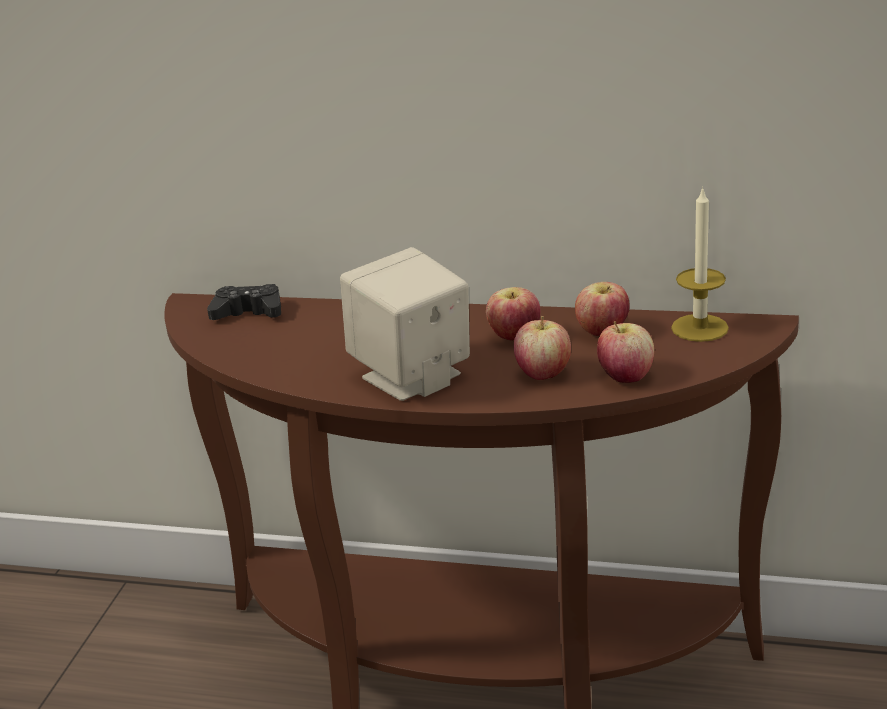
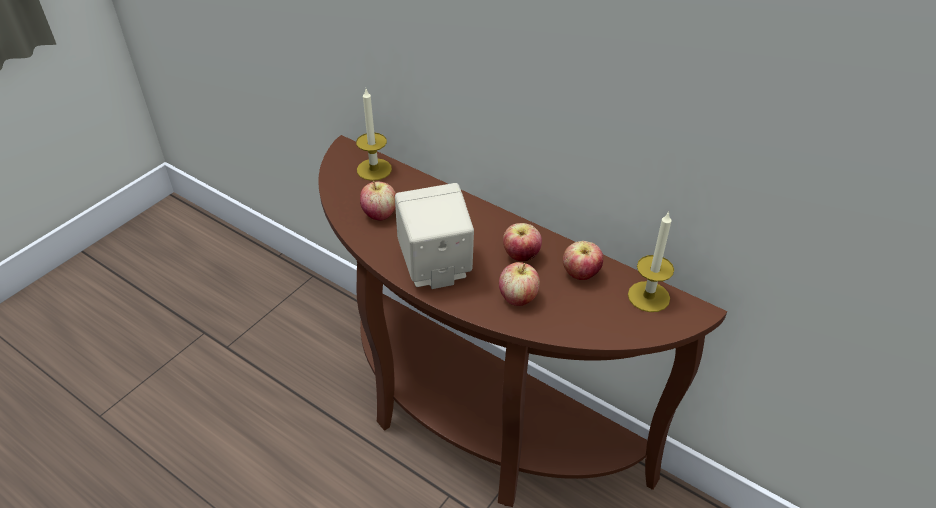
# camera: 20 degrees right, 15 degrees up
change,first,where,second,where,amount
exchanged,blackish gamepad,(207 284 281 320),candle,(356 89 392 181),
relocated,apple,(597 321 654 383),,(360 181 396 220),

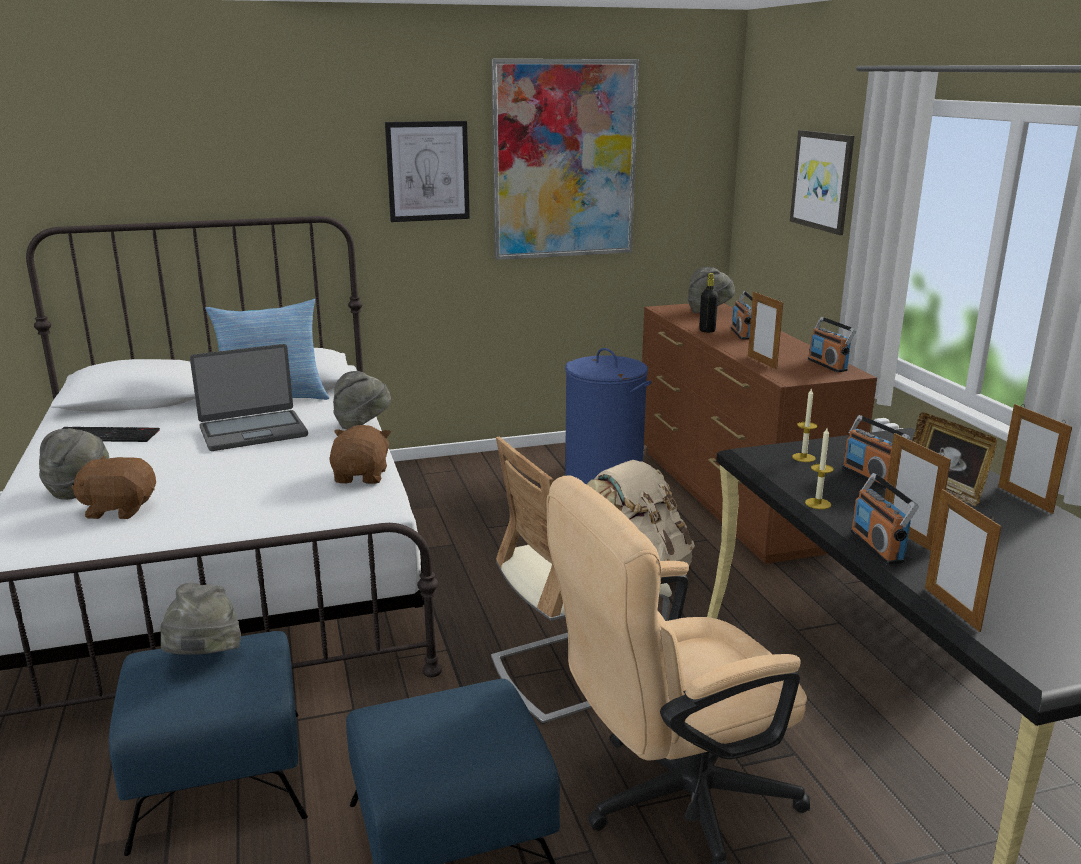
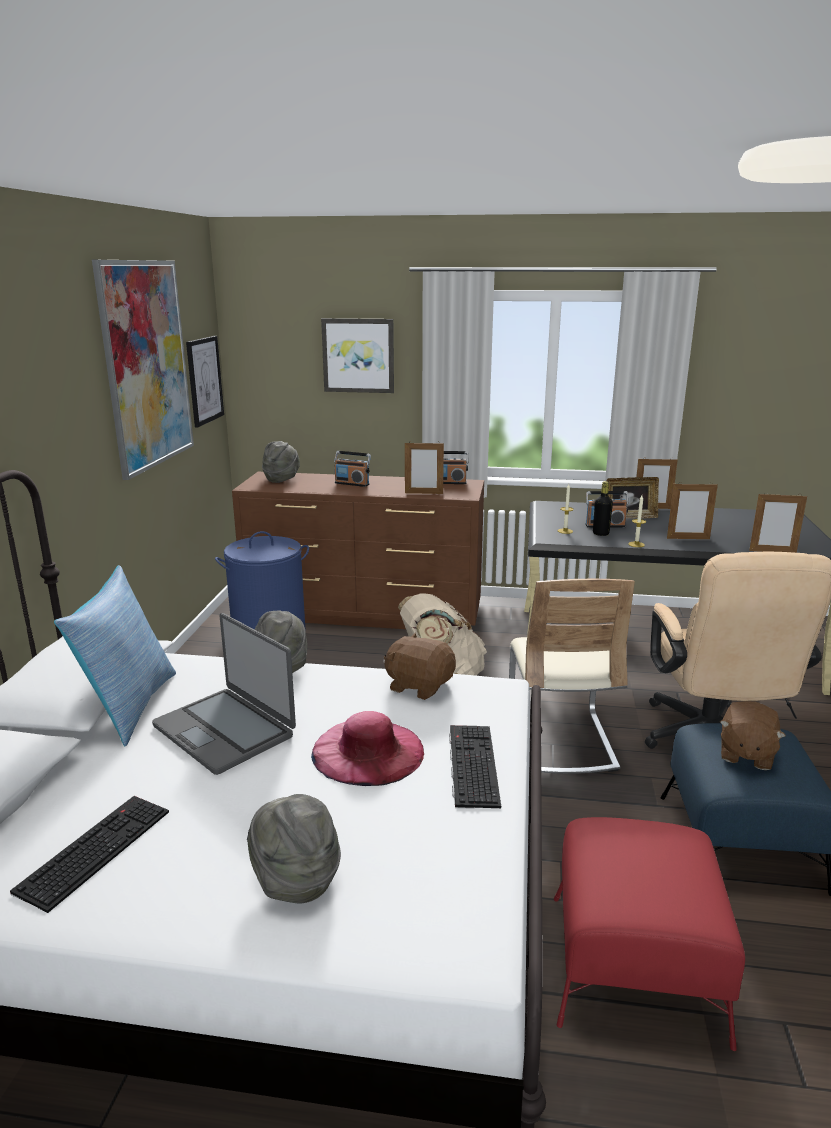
# camera: 65 degrees left, 0 degrees up
change,first,where,second,where,amount
relocated,brownish plush toy,(72 456 156 519),,(720 701 786 770),
colour,blue-coloured pouffe,(109 631 308 856),red-coloured pouffe,(554 817 745 1051),
missing,grey wearable hat,(161 583 241 655),,,
spun,laptop,(190 344 308 451),,(152 613 296 775),135 degrees clockwise
relocated,wall picture,(385 121 470 222),,(186 336 224 428),
relocated,blackish bottle,(699 273 718 333),,(593 481 613 536),
missing,radio set,(851 473 919 565),,,
appeared,,,pink-coloured wearable hat,(311 711 424 786),
appeared,,,keyboard,(449 725 501 808),

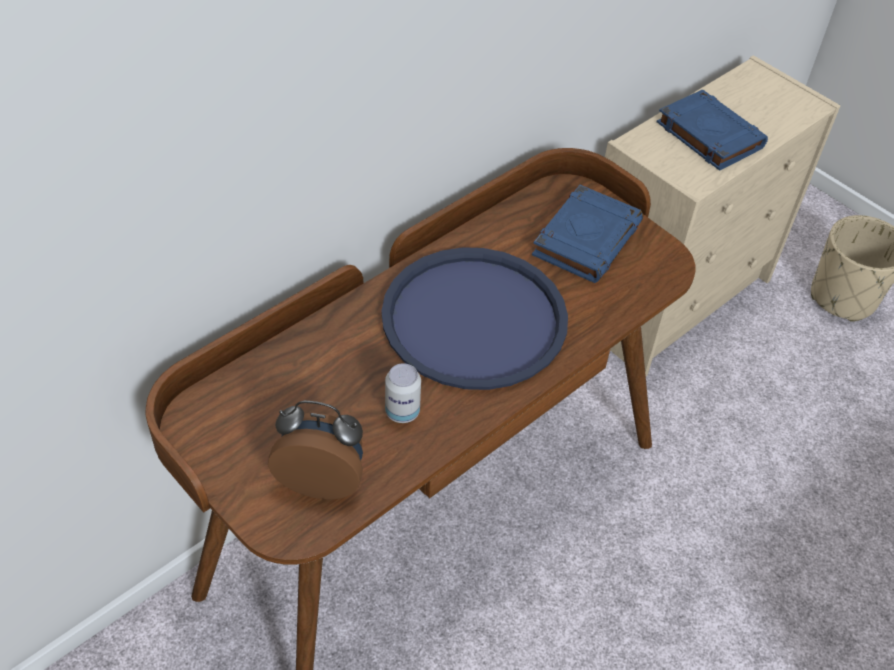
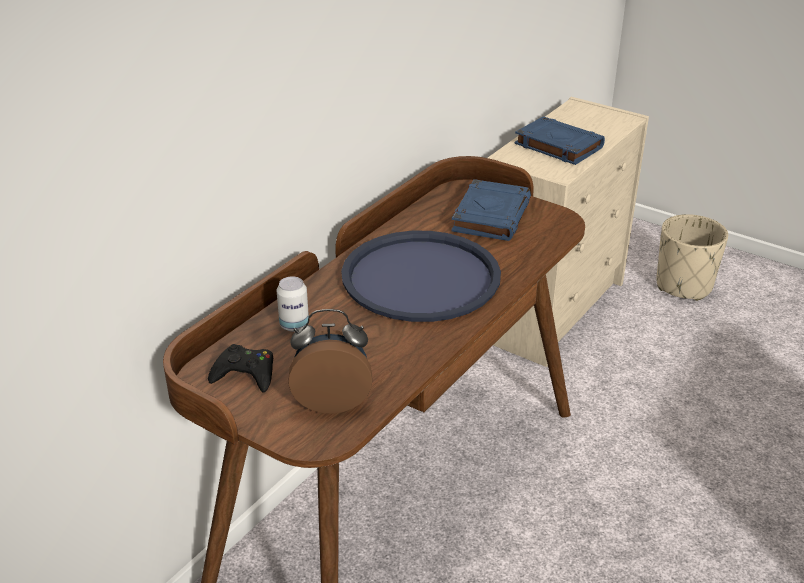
# camera: 10 degrees left, 15 degrees down
change,first,where,second,where,amount
relocated,can,(385 363 421 423),,(277 276 309 332),
appeared,,,blackish gamepad,(208 344 273 393),

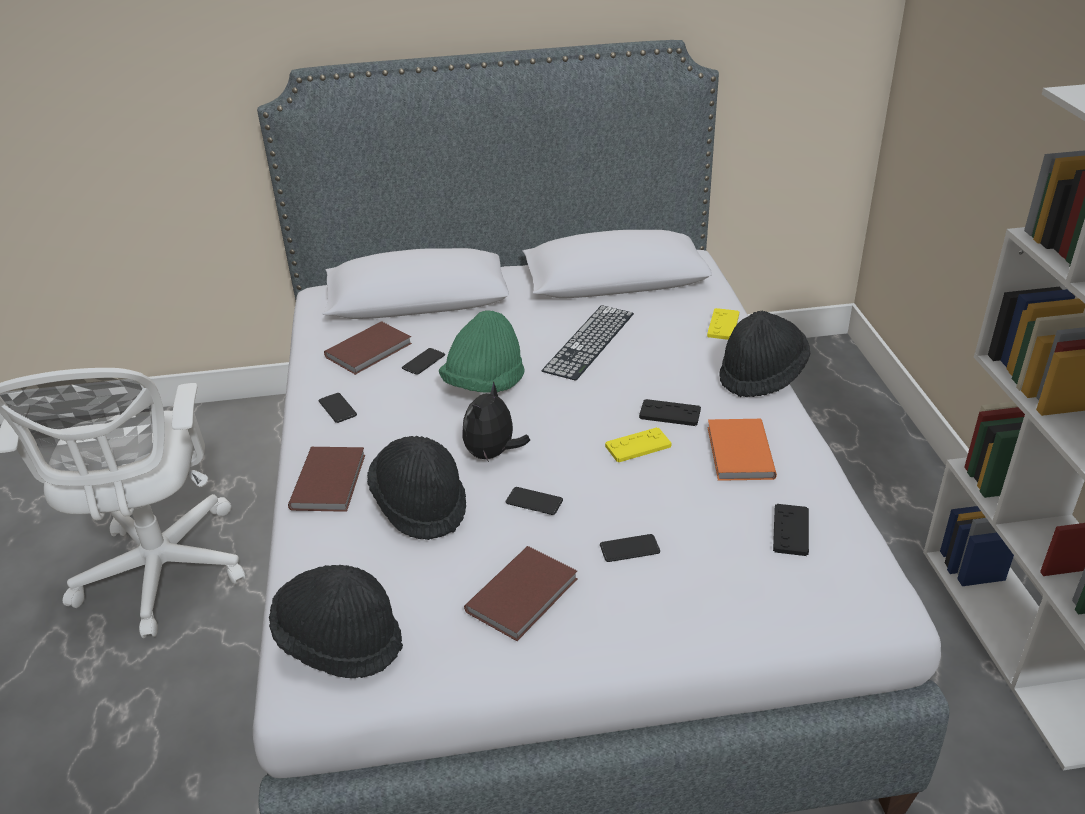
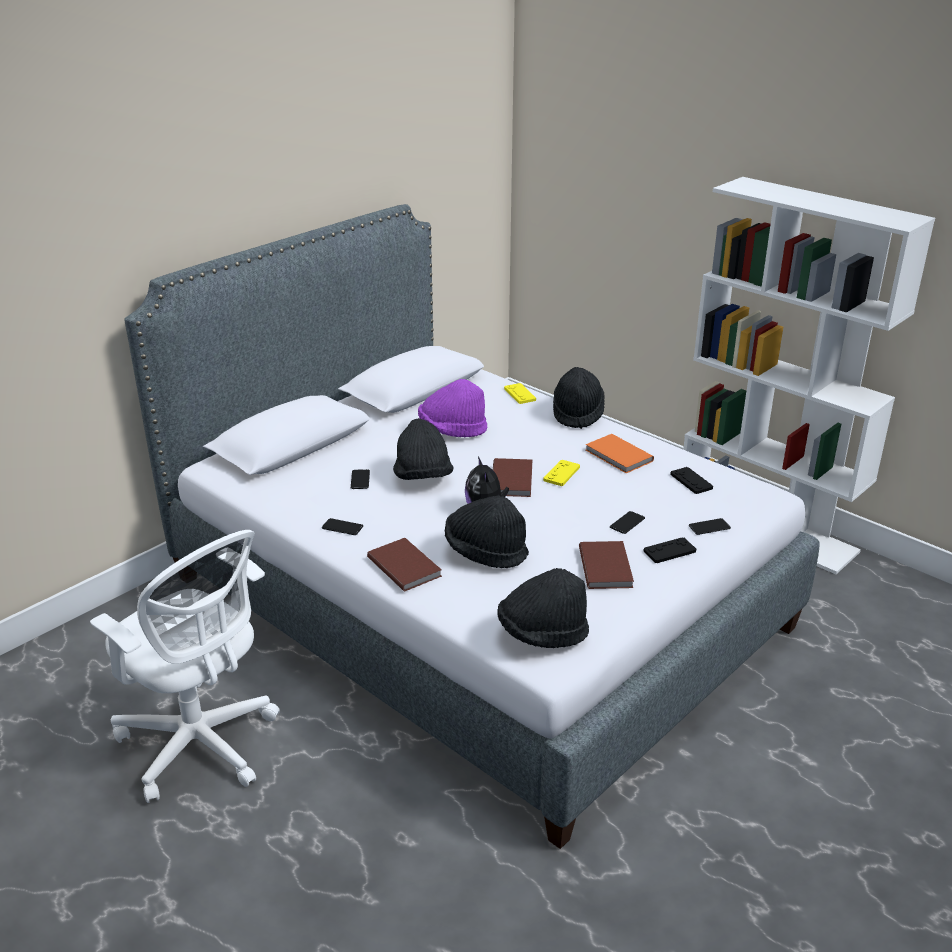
# camera: 40 degrees left, 5 degrees down
change,first,where,second,where,amount
relocated,brownish book,(324 321 412 375),,(493 458 532 497),
colour,green-coloured wearable hat,(439 310 525 393),blackish wearable hat,(393 418 454 480),
relocated,phone,(505 487 563 515),,(689 518 731 535),
exchanged,keyboard,(542 305 634 381),purple-coloured wearable hat,(418 379 487 437),
relocated,blackish gamepad,(639 399 701 426),,(643 537 696 563),

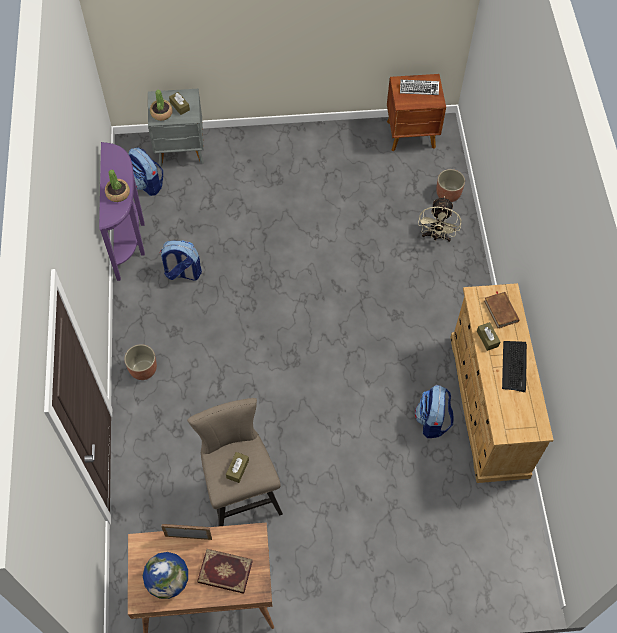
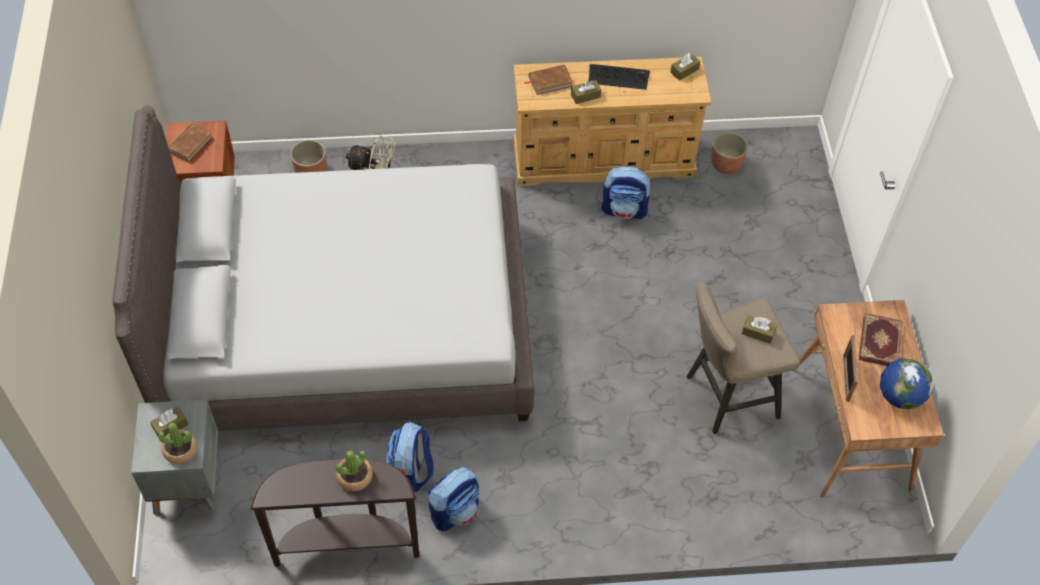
# camera: 90 degrees left, 5 degrees down
change,first,where,second,where,amount
colour,purple-coloured hall table,(99 142 145 281),brownish hall table,(250 459 419 567),
relocated,plant pot,(124 344 157 380),,(712 132 748 174),
relocated,rucksack,(128 147 163 196),,(428 467 479 531),
exchanged,keyboard,(400 80 439 95),brownish book,(168 123 213 163),
appeared,,,grey sleeping bed,(112 105 534 431),
appeared,,,brownish box of tissues,(670 53 700 81),

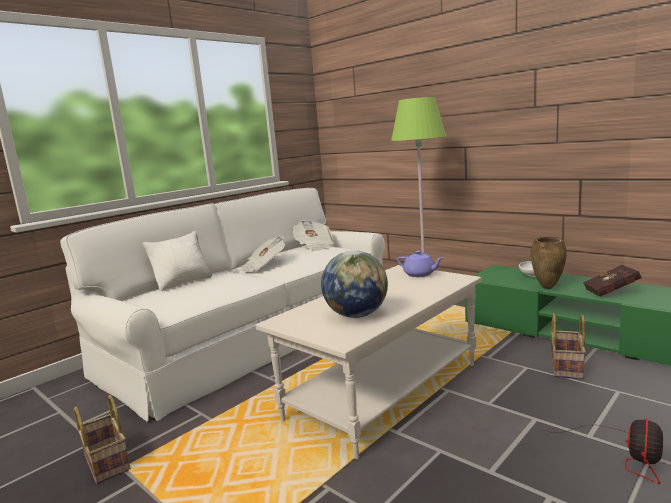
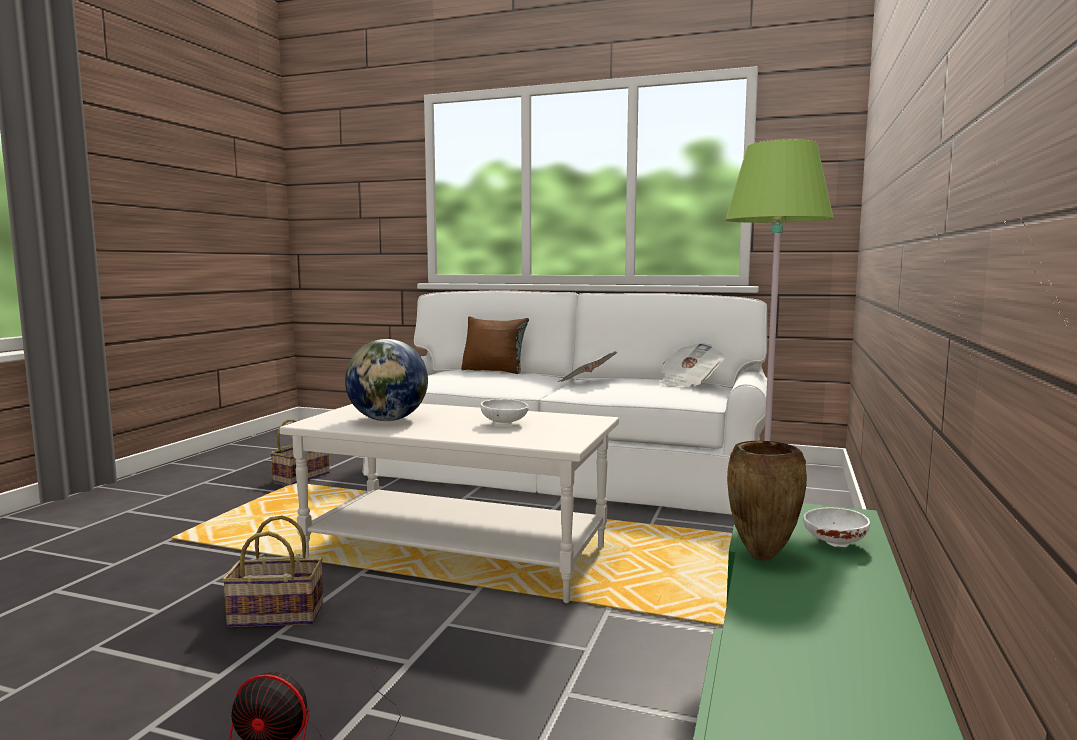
# camera: 65 degrees right, 5 degrees down
change,first,where,second,where,amount
colour,white cushion,(143 231 212 291),brownish cushion,(461 317 529 374),
missing,purple-coloured pot for tea,(397 251 444 277),,,
relocated,storage basket,(551 313 586 379),,(222 516 323 627),
missing,red-coloured book,(583 265 642 297),,,
appeared,,,white bowl,(480 399 529 425),

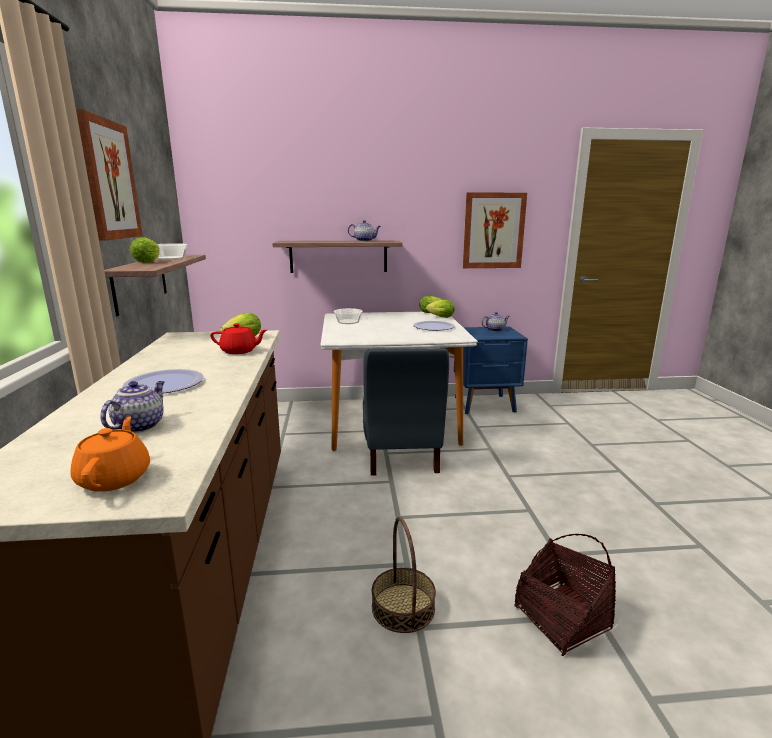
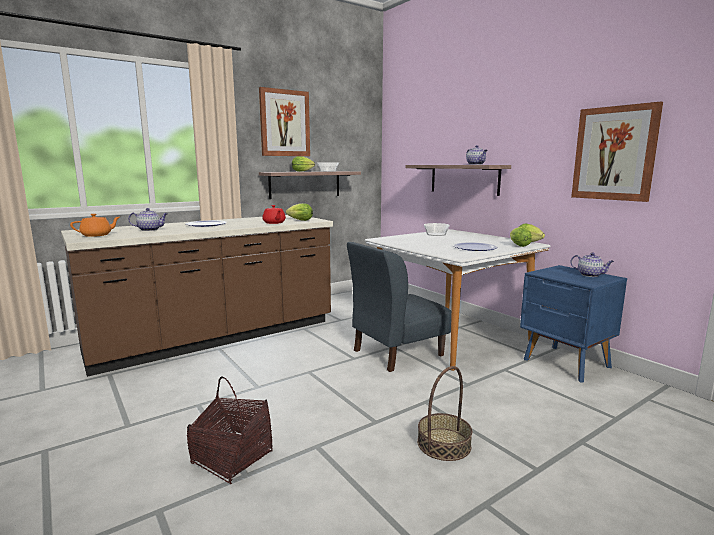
# camera: 60 degrees right, 5 degrees down
change,first,where,second,where,amount
relocated,storage basket,(372 517 436 633),,(417 366 472 461),

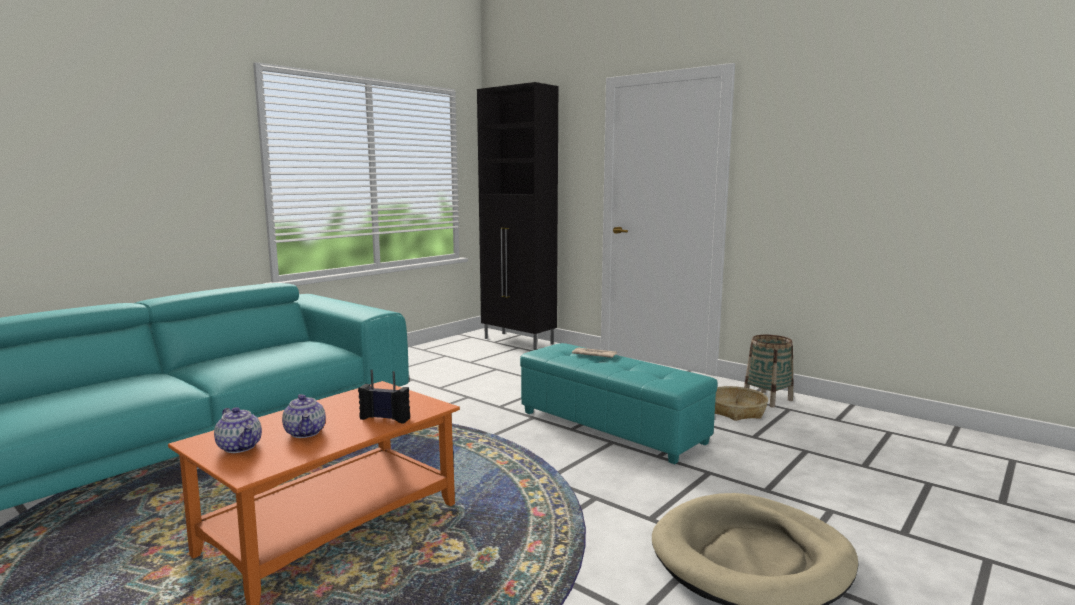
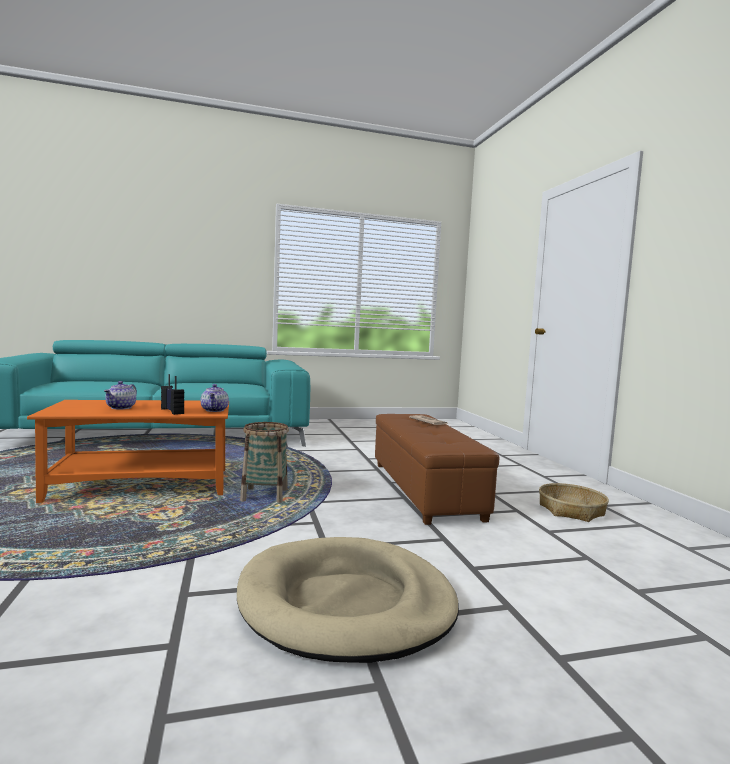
# camera: 35 degrees right, 5 degrees down
change,first,where,second,where,amount
relocated,pot for tea,(214 407 262 453),,(201 384 229 412),
missing,blackish storage cabinet,(477 82 558 350),,,
colour,turquoise-coloured pouffe,(520 343 718 464),brownish pouffe,(375 414 499 525),
relocated,storage basket,(744 335 793 408),,(240 422 289 503),

